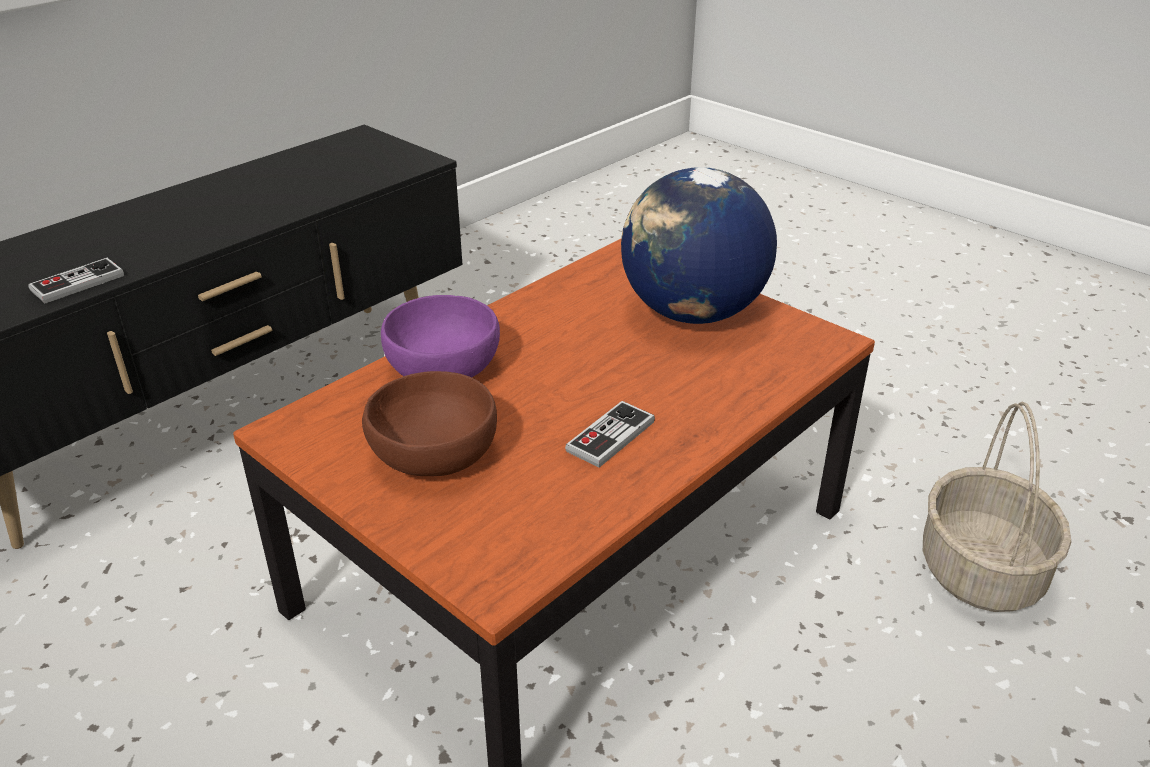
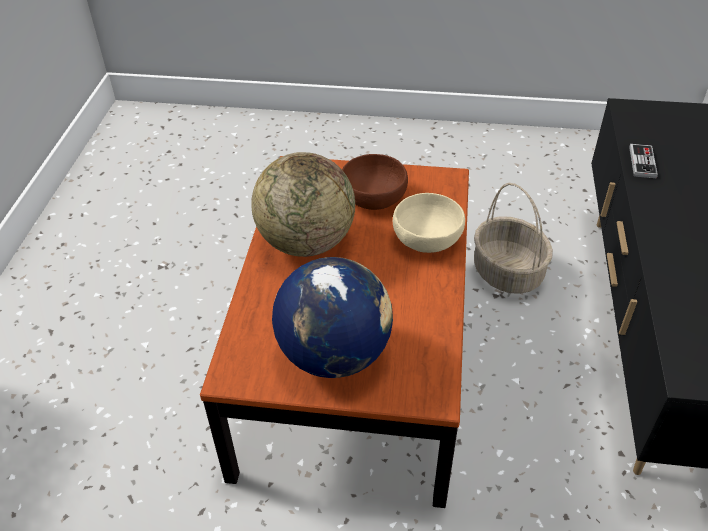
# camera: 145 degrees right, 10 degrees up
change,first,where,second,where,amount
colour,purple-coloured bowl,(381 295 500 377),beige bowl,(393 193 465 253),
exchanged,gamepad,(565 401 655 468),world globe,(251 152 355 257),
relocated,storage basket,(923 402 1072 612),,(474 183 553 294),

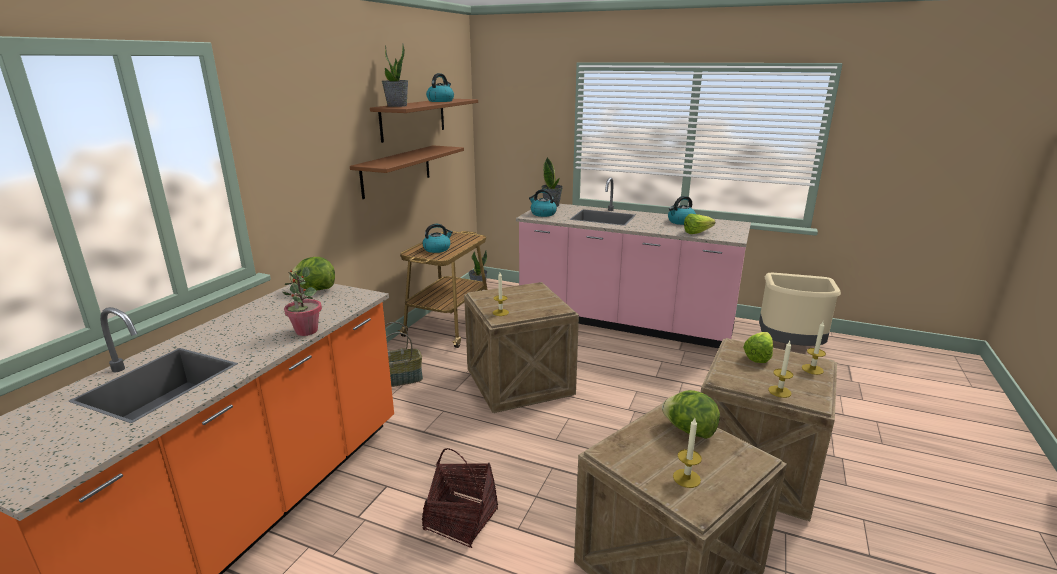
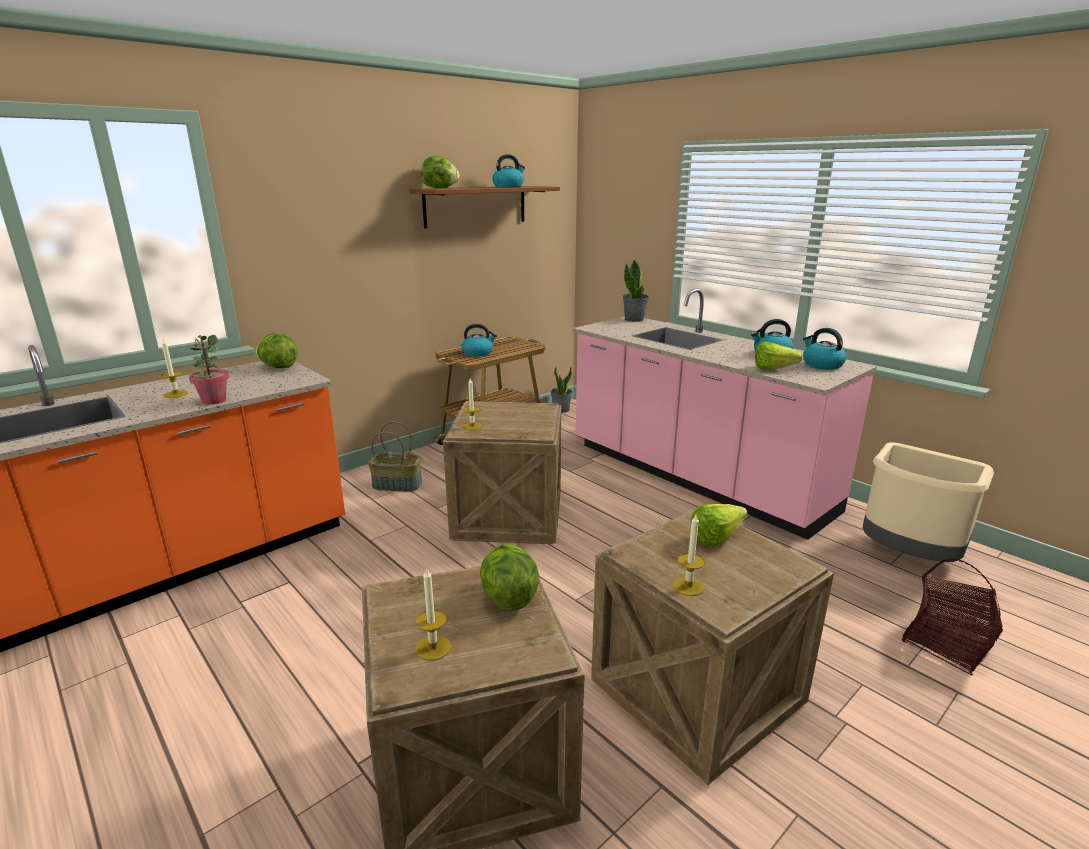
# camera: 25 degrees right, 0 degrees up
change,first,where,second,where,amount
missing,brownish bracket shelf,(350 145 464 199),,,
exchanged,plant in a pot,(381 43 408 107),head of lettuce,(421 156 460 188),
relocated,storage basket,(422 448 498 548),,(902 559 1003 675),
relocated,water kettle,(529 189 557 217),,(803 328 846 370),
relocated,candle,(802 322 826 375),,(161 339 188 398),

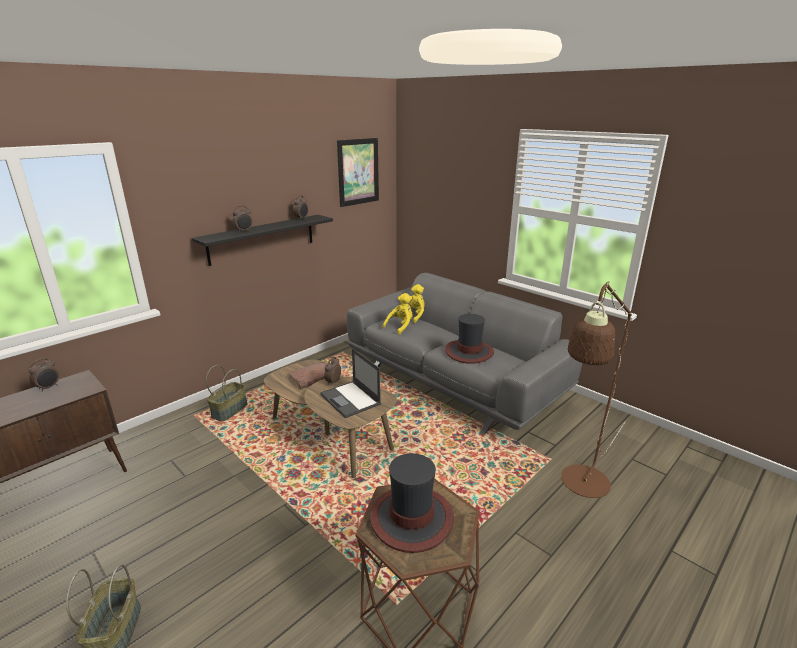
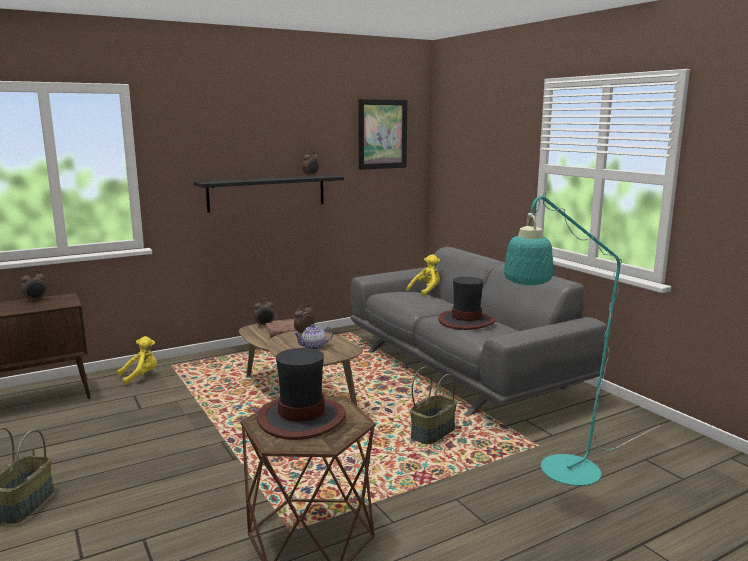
# camera: 15 degrees right, 10 degrees down
change,first,where,second,where,amount
relocated,storage basket,(206 365 247 421),,(410 367 457 444),
relocated,alarm clock,(232 205 253 233),,(253 299 274 327),
exchanged,laptop,(320 348 381 418),pot for tea,(294 324 333 350),
relocated,yellow-coloured plush toy,(382 293 413 335),,(117 336 157 385),
colour,brownish floor lamp,(561 281 632 498),turquoise-coloured floor lamp,(504 193 660 486),

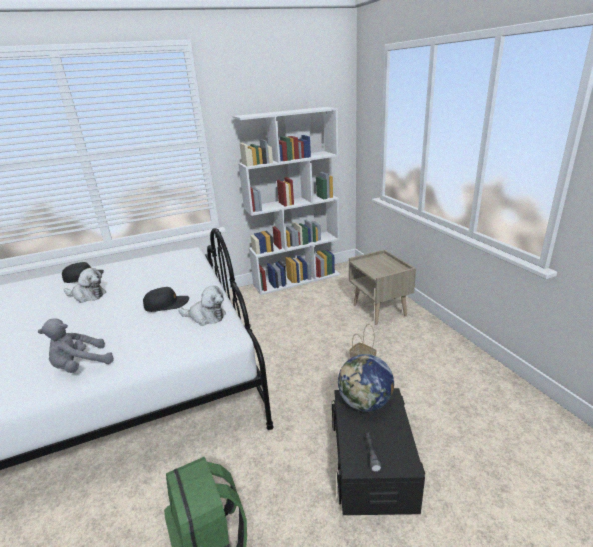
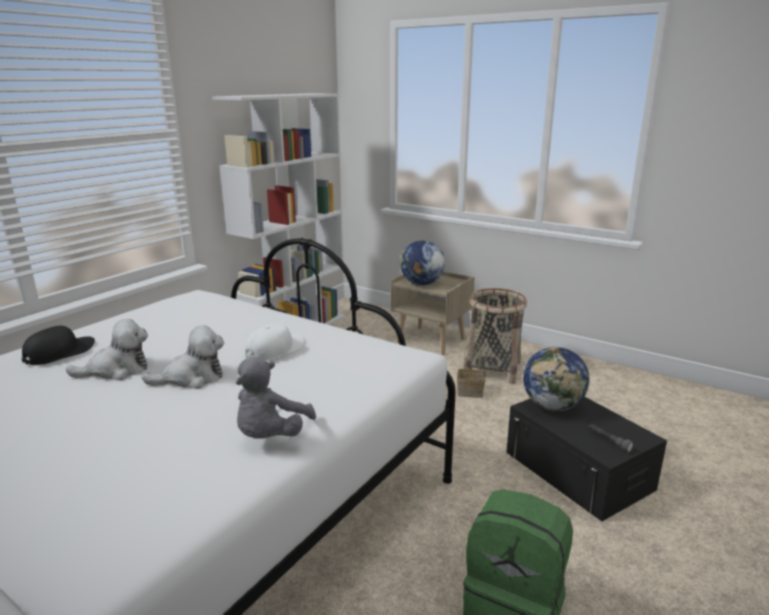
# camera: 35 degrees left, 5 degrees down
change,first,where,second,where,amount
colour,blackish baseball cap,(143 287 189 312),white baseball cap,(245 323 305 361),
relocated,plush toy,(178 286 226 326),,(142 326 224 389),
appeared,,,world globe,(400 240 445 285),
appeared,,,storage basket,(466 288 527 384),

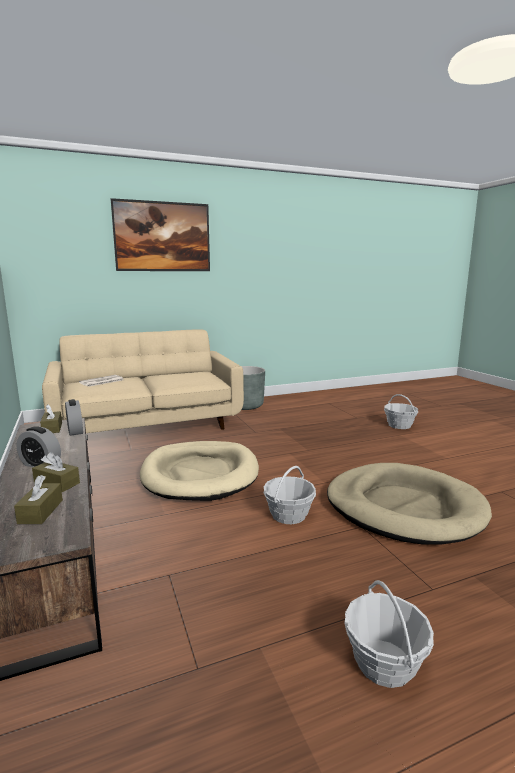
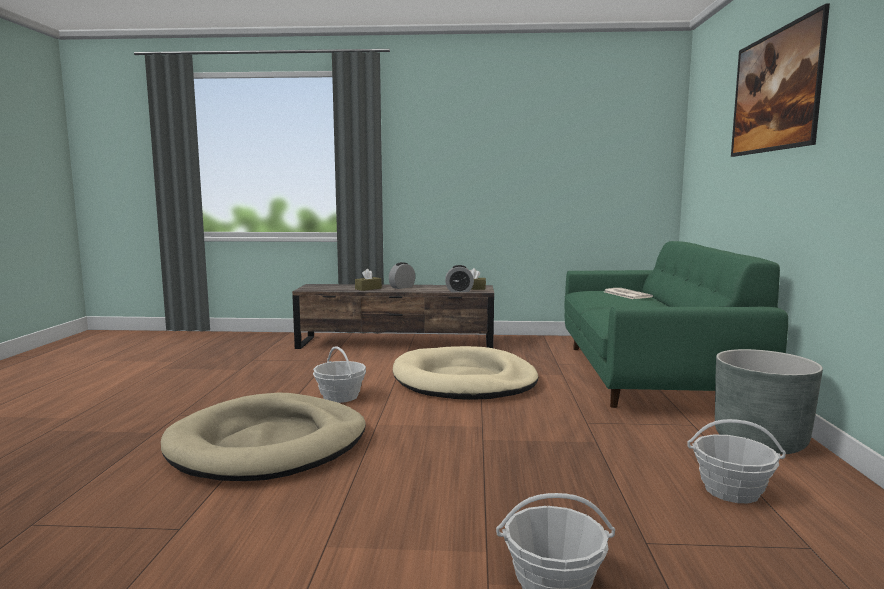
# camera: 115 degrees right, 5 degrees down
change,first,where,second,where,amount
missing,brownish box of tissues,(14 475 63 524),,,
colour,beige settee,(42 329 244 433),green-coloured settee,(564 241 788 408),
relocated,storage basket,(344 580 434 688),,(687 419 786 503),

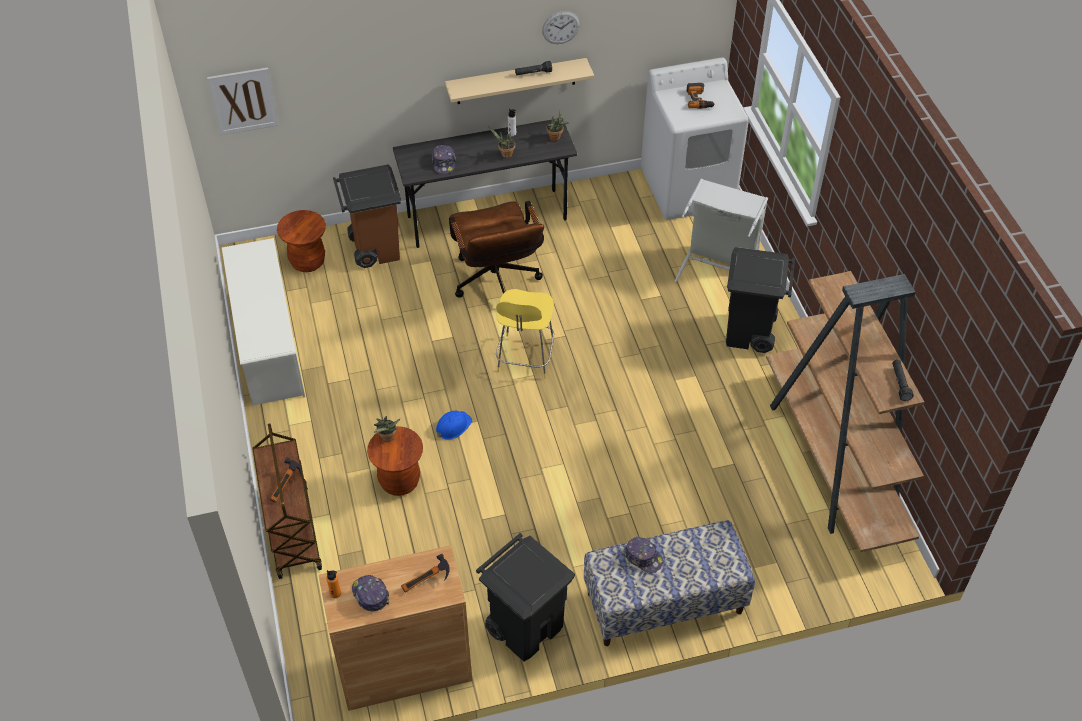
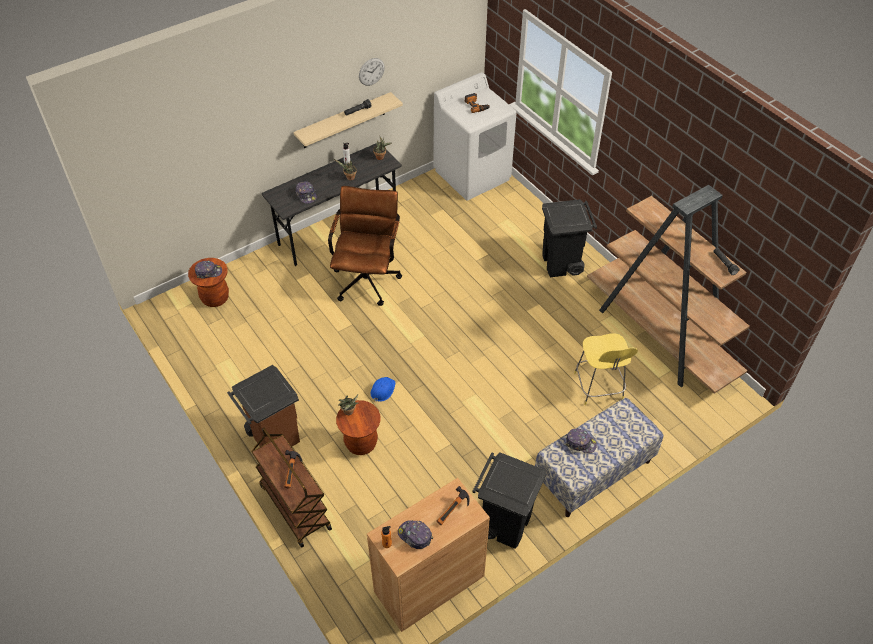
# camera: 20 degrees left, 0 degrees up
change,first,where,second,where,amount
missing,wall picture,(207 67 279 135),,,
missing,white shoe rack,(222 238 305 405),,,
relocated,brownish rubbish bin,(333 164 401 268),,(227 365 300 447),
spun,brownish desk chair,(449 201 544 298),,(328 186 402 306),135 degrees counterclockwise
relocated,yellow-coloured stool,(496 289 554 379),,(574 333 638 405),
missing,grey hamper,(675 179 768 282),,,
appeared,,,baseball cap,(195 261 222 279),

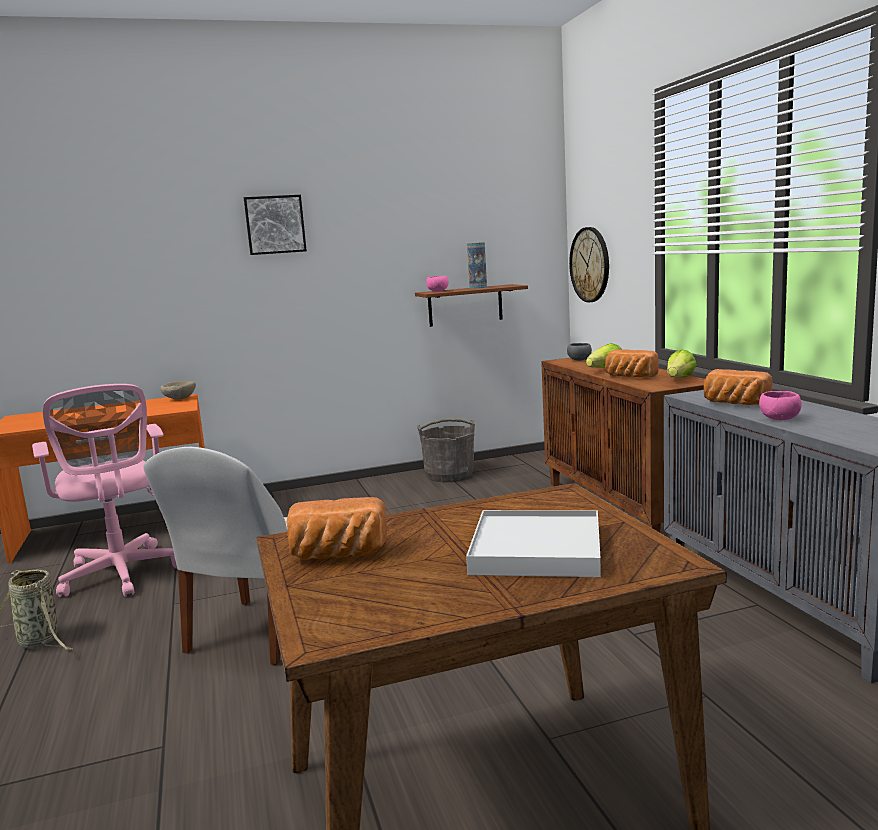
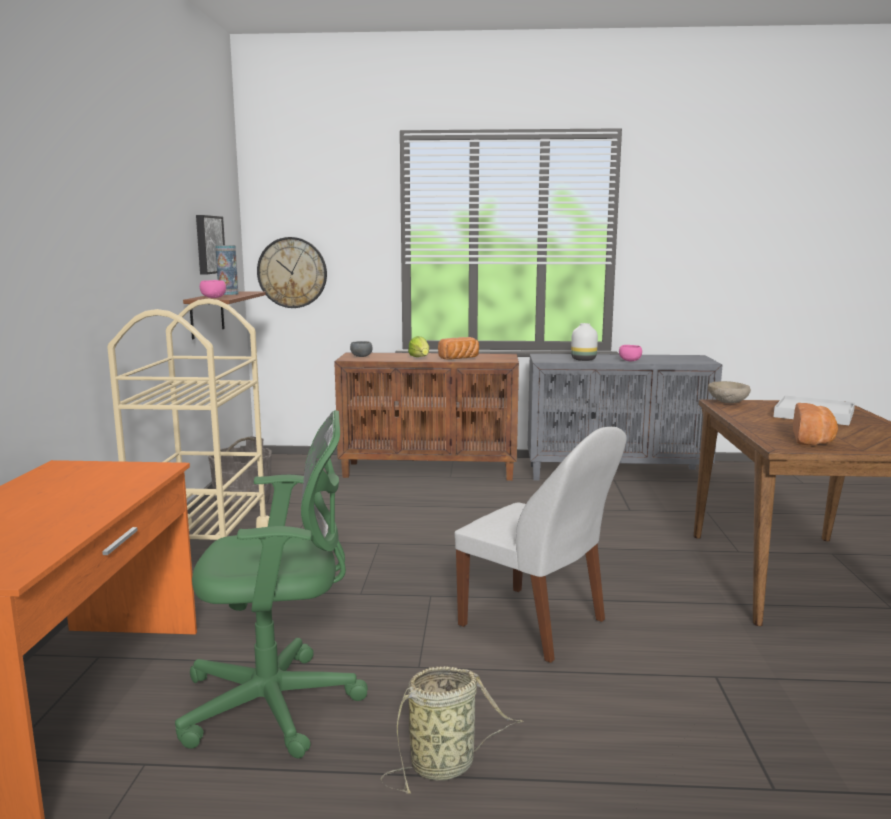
# camera: 70 degrees left, 0 degrees up
change,first,where,second,where,amount
colour,pink-coloured desk chair,(32 384 177 597),green-coloured desk chair,(175 410 368 758),
relocated,beige bowl,(160 381 196 400),,(708 381 751 403),
relocated,wall picture,(244 195 307 255),,(196 215 225 275),
missing,head of lettuce,(667 349 697 378),,,
exchanged,baked bread,(704 369 773 405),white vase,(571 323 598 361),
appeared,,,beige wheeled cart,(107 298 269 540),

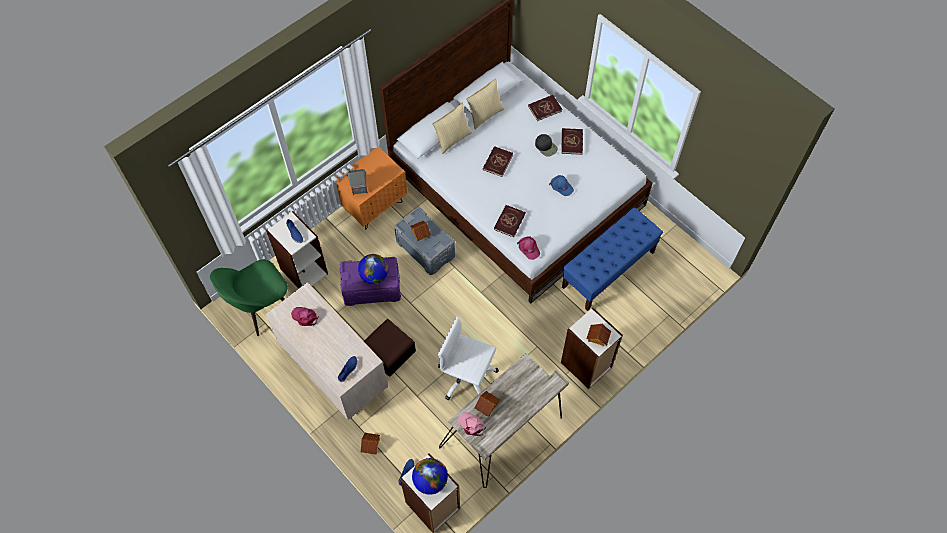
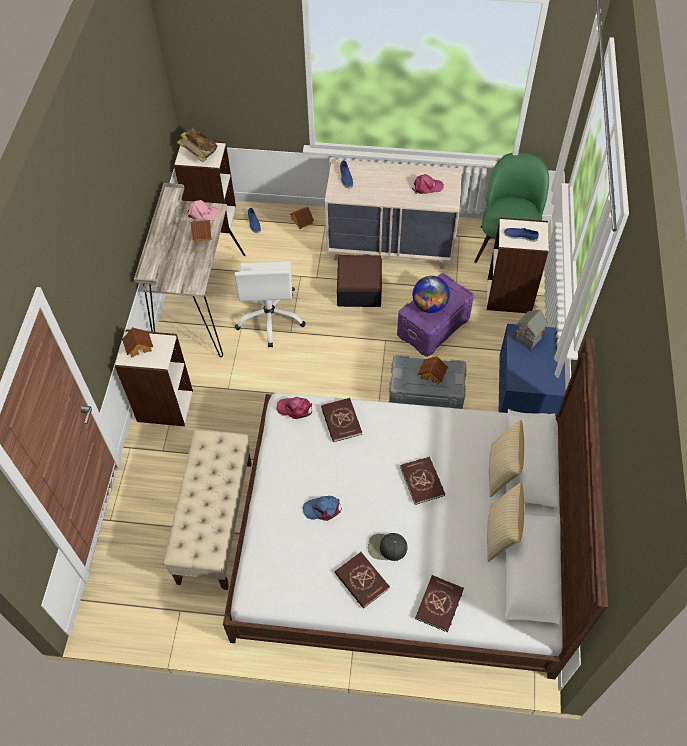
# camera: 140 degrees right, 5 degrees down
change,first,where,second,where,amount
colour,orange bedside table,(336 147 407 229),blue-coloured bedside table,(499 324 566 416),
exchanged,world globe,(412 458 448 495),book,(177 128 218 162),
spun,white desk chair,(438 317 499 400),,(234 261 306 347),105 degrees clockwise
colour,blue-coloured indoor bench,(562 207 663 311),beige indoor bench,(163 430 252 590),

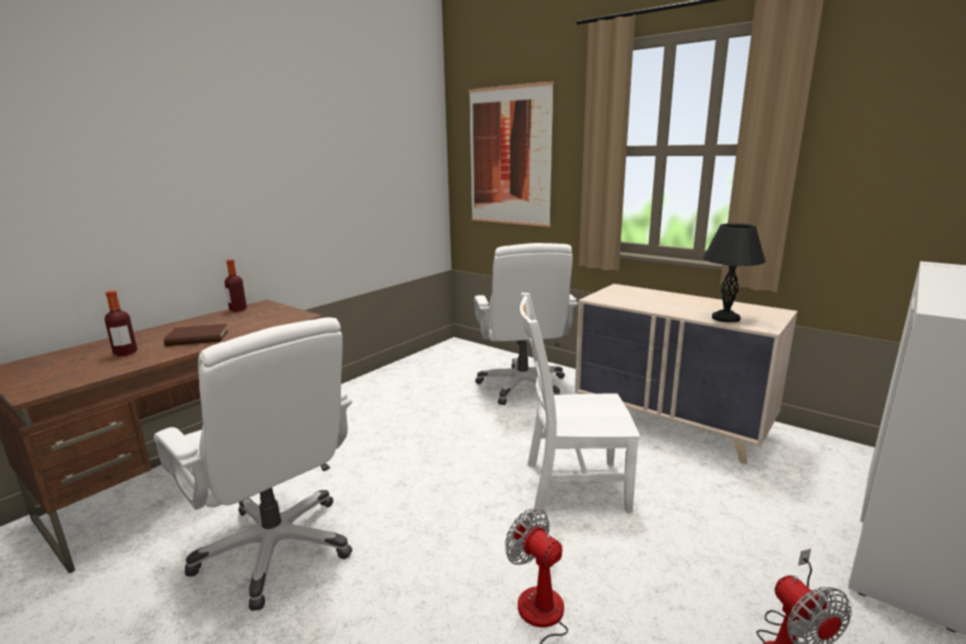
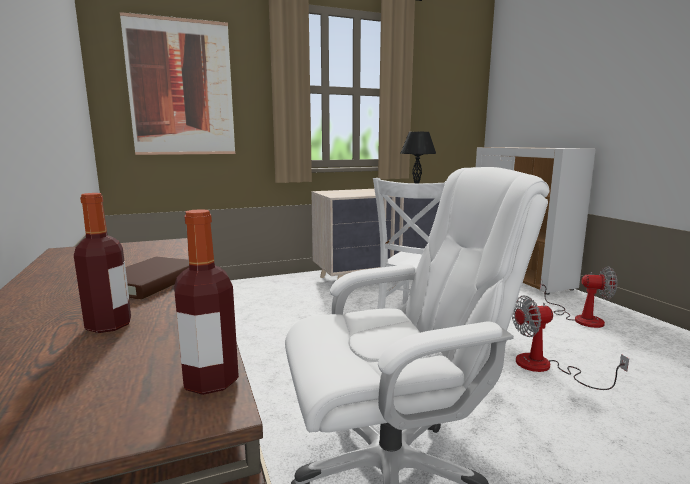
# camera: 60 degrees left, 5 degrees down
change,first,where,second,where,amount
relocated,bottle,(224 259 247 312),,(174 209 239 395),
missing,white desk chair,(474 243 578 405),,,

